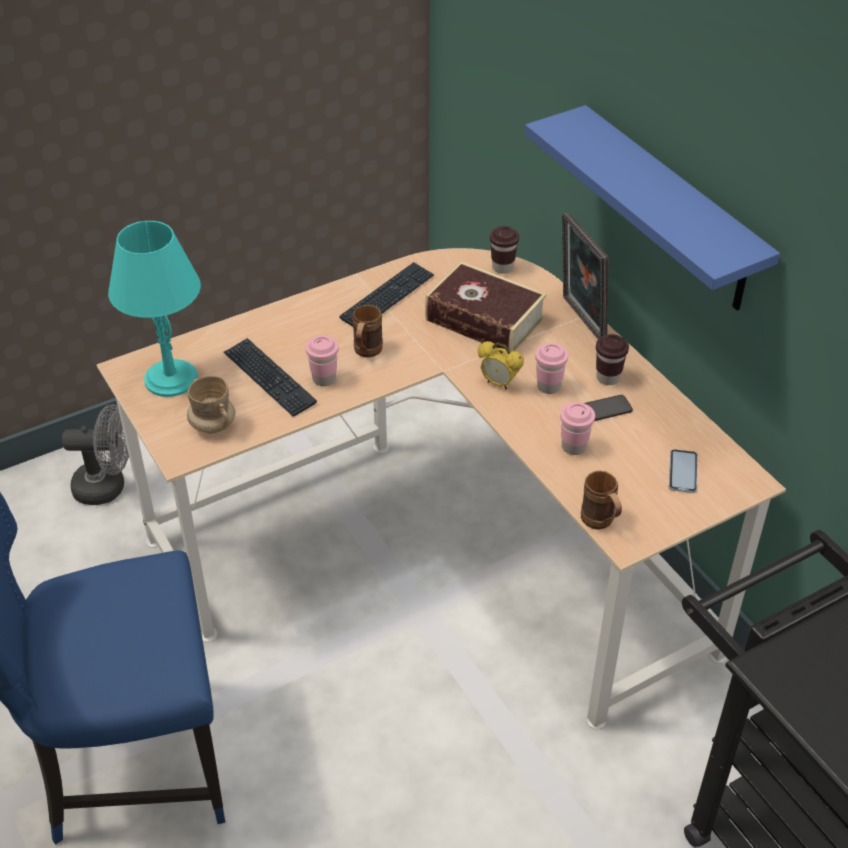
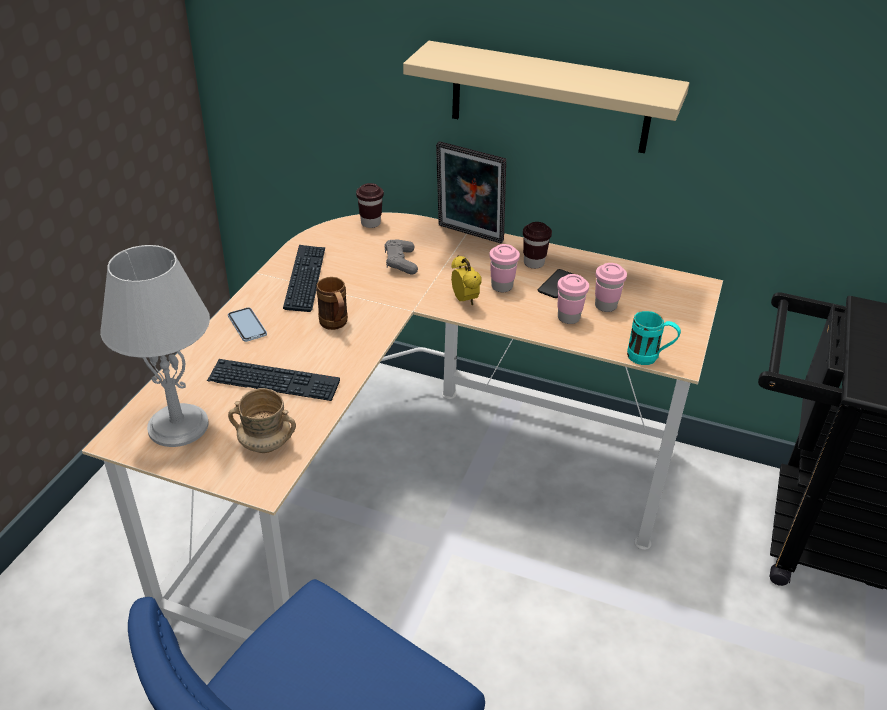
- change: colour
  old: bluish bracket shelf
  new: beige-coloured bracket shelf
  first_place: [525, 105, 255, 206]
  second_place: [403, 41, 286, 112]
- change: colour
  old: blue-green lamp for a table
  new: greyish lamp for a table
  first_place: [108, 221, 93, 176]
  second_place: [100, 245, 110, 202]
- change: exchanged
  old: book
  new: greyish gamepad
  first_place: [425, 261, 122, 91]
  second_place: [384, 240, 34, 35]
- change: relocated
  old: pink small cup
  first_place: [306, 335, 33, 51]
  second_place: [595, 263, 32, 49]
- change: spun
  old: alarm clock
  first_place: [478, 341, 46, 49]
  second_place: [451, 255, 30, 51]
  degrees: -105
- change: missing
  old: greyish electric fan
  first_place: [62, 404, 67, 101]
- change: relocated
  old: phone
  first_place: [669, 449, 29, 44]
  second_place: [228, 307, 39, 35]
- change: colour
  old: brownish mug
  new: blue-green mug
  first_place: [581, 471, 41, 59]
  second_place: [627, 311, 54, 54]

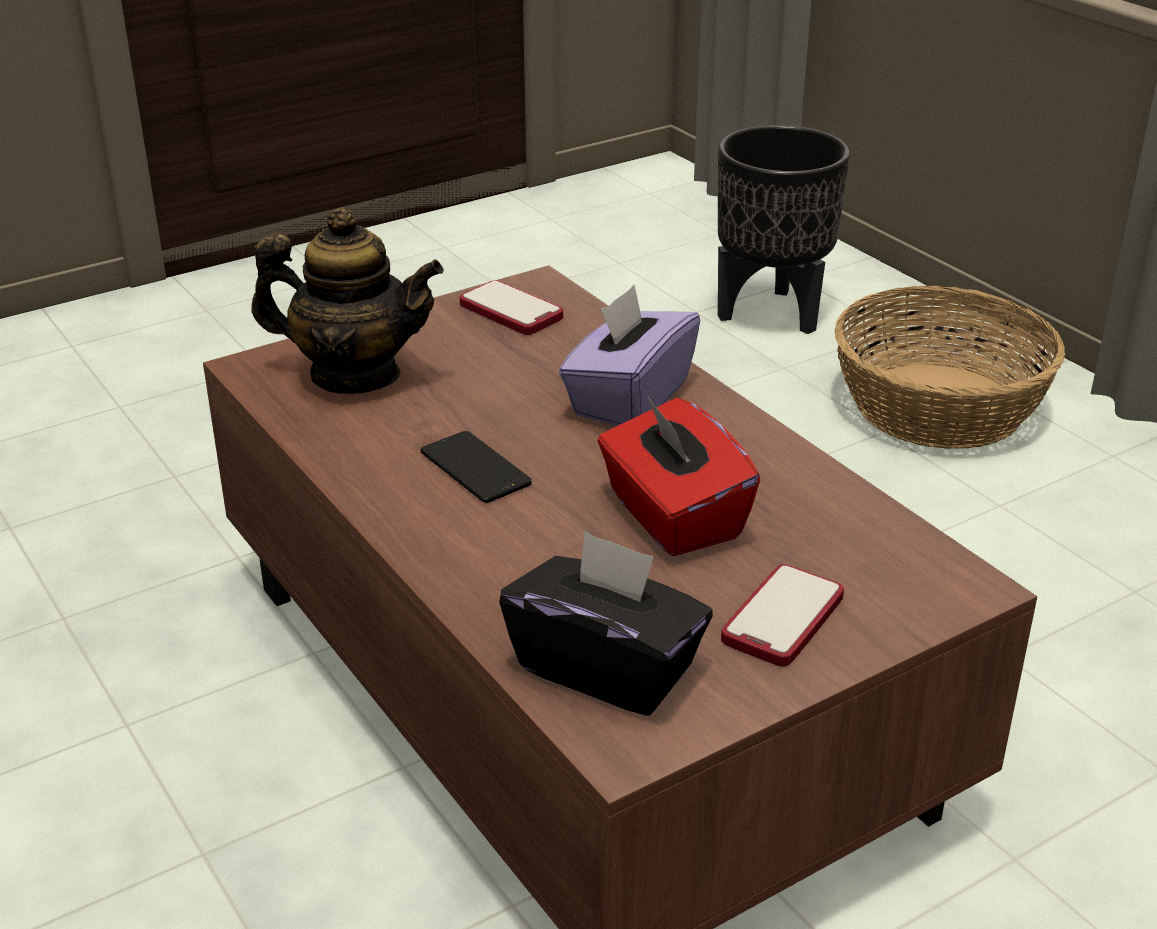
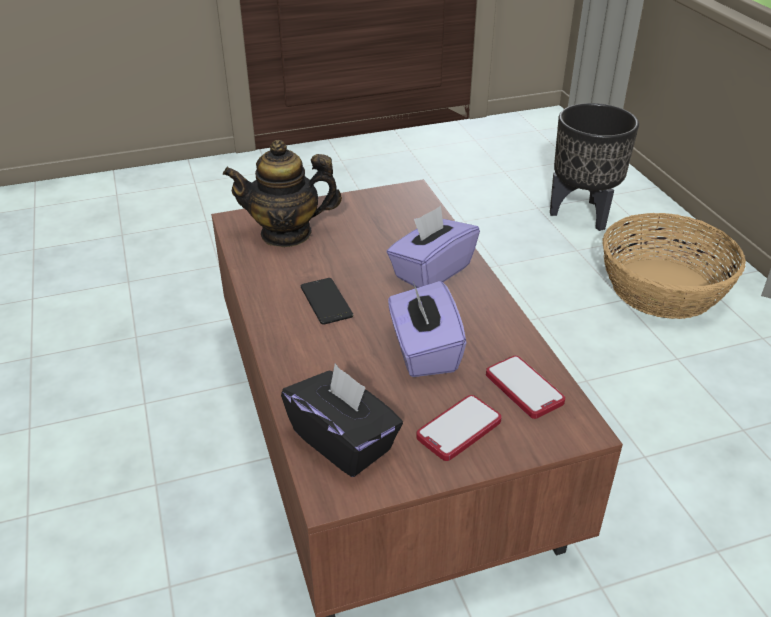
- change: spun
  old: teapot
  first_place: [251, 208, 193, 186]
  second_place: [223, 140, 119, 107]
  degrees: 150
- change: relocated
  old: phone
  first_place: [460, 280, 103, 55]
  second_place: [486, 356, 79, 63]
- change: colour
  old: red tissue box
  new: purple tissue box
  first_place: [598, 397, 162, 159]
  second_place: [388, 281, 79, 96]

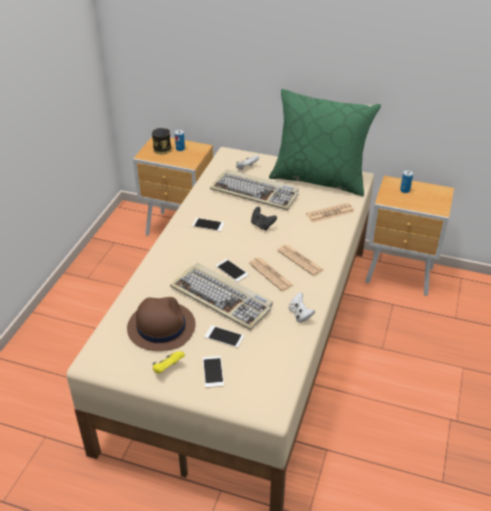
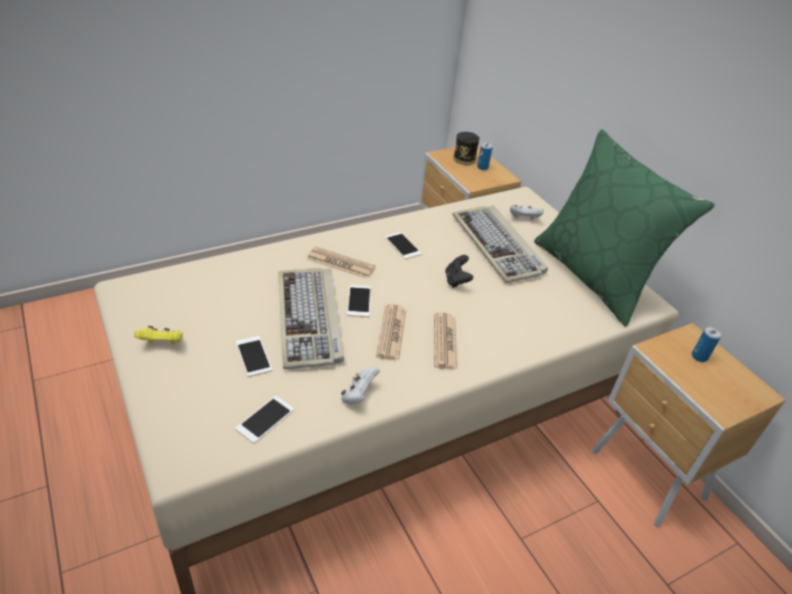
- change: relocated
  old: printed paper
  first_place: [306, 203, 48, 20]
  second_place: [307, 247, 68, 32]
- change: missing
  old: brownish hat
  first_place: [127, 297, 68, 54]
- change: relocated
  old: phone
  first_place: [202, 356, 22, 32]
  second_place: [235, 396, 59, 48]

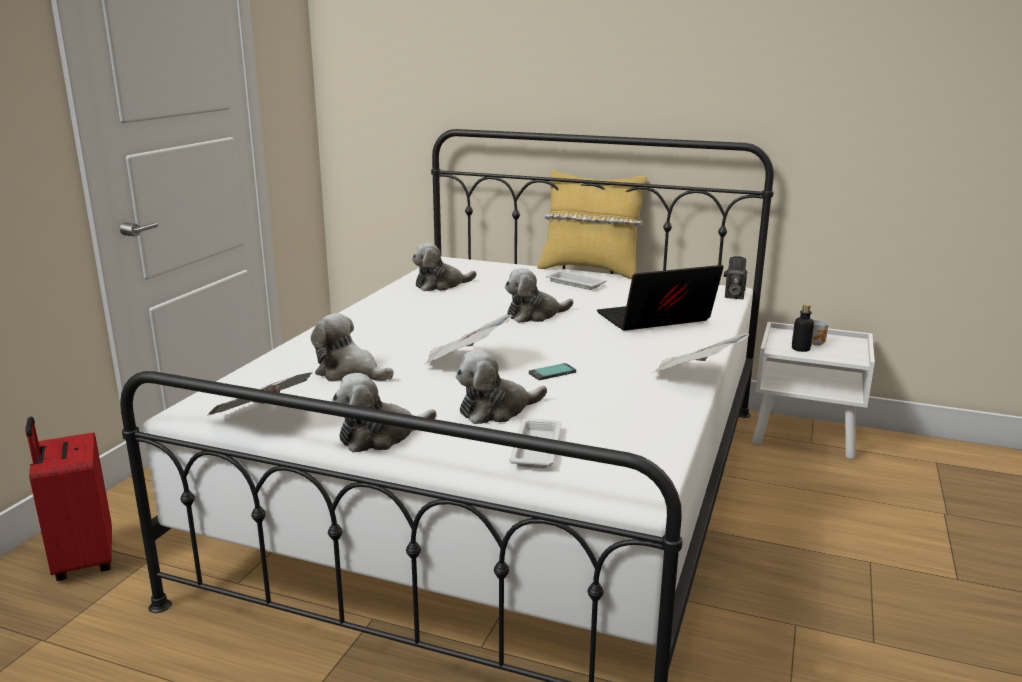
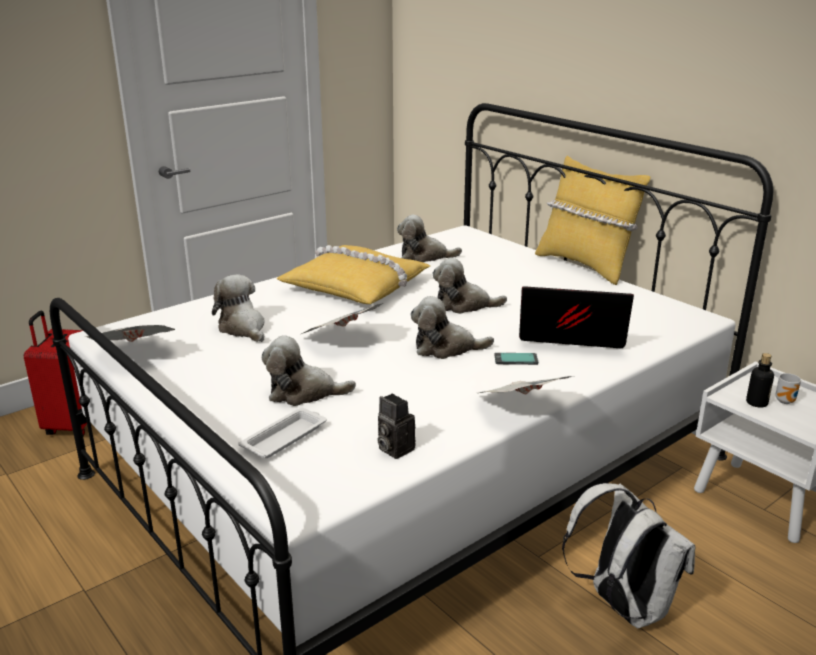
- change: relocated
  old: photo camera
  first_place: [724, 256, 23, 43]
  second_place: [378, 393, 38, 66]
- change: missing
  old: white-coloured tray
  first_place: [546, 271, 61, 19]
- change: relocated
  old: phone
  first_place: [529, 363, 47, 17]
  second_place: [495, 353, 43, 12]
- change: relocated
  old: cuddly toy
  first_place: [332, 373, 105, 80]
  second_place: [410, 296, 84, 63]
- change: appeared
  new: yellow cushion
  second_place: [277, 245, 153, 59]
- change: appeared
  new: white-coloured backpack
  second_place: [562, 483, 134, 145]

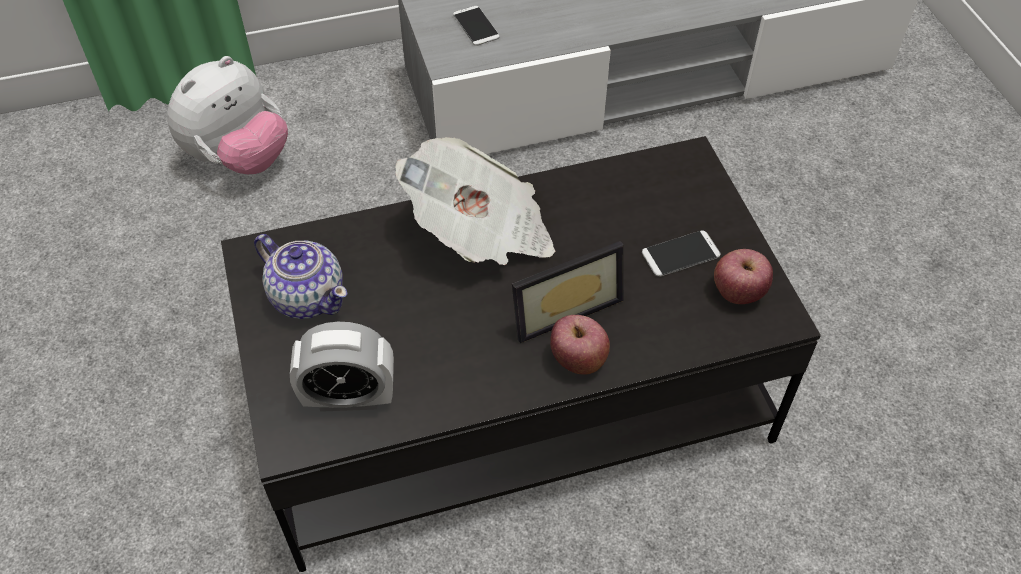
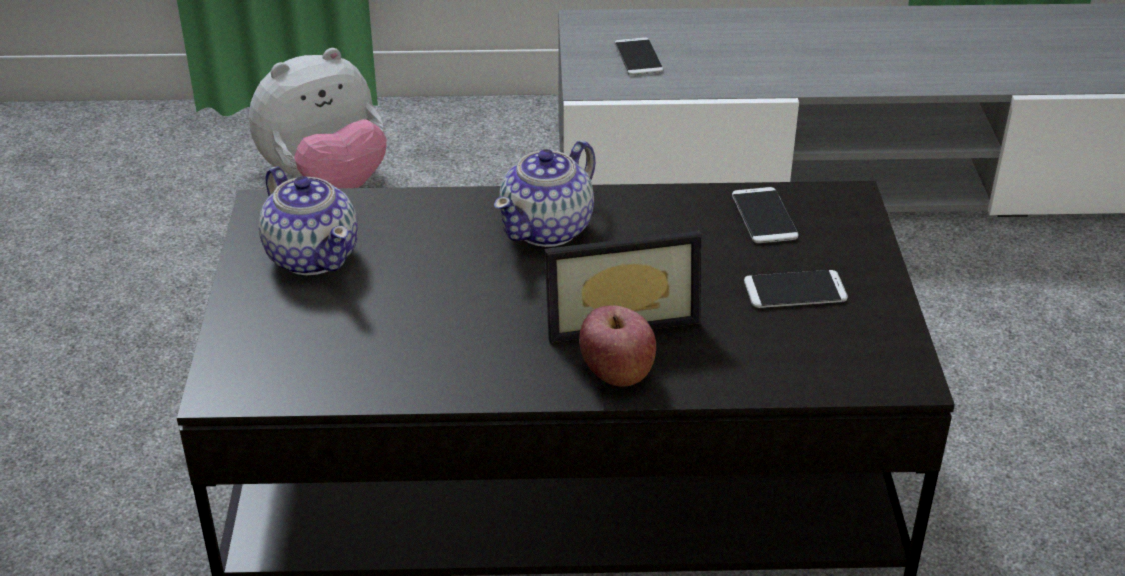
- change: exchanged
  old: printed paper
  new: teapot
  first_place: [395, 137, 160, 128]
  second_place: [494, 140, 102, 107]
- change: missing
  old: apple fruit
  first_place: [714, 249, 59, 55]
- change: missing
  old: alarm clock
  first_place: [290, 322, 104, 90]
- change: appeared
  new: phone
  second_place: [732, 187, 67, 56]

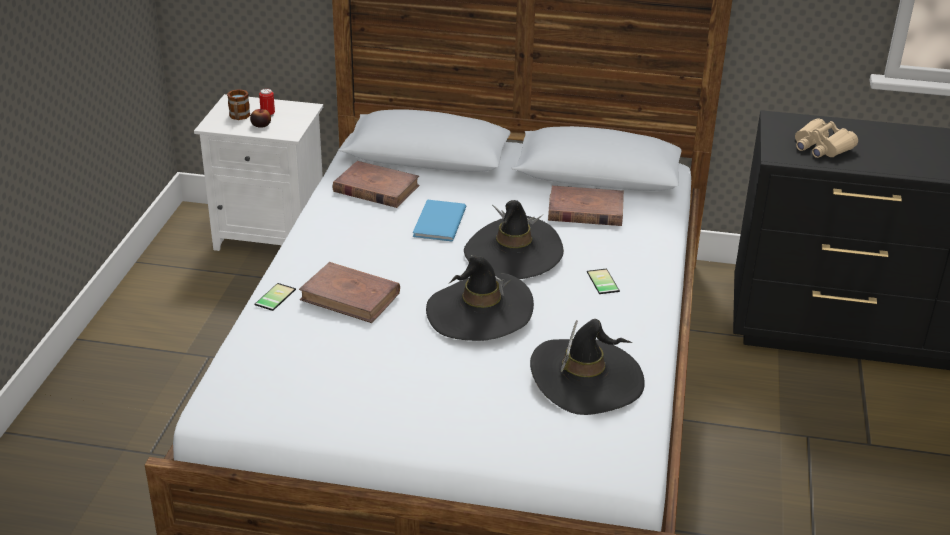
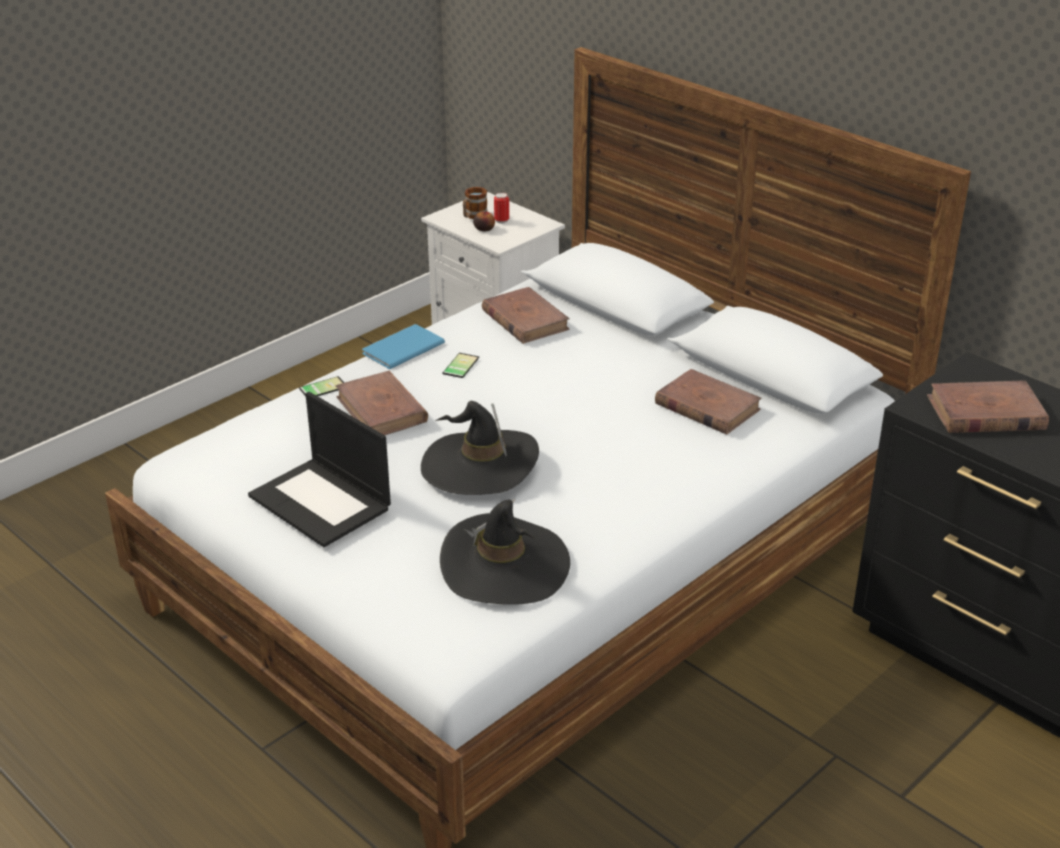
- change: exchanged
  old: beige-coloured binoculars
  new: brownish book
  first_place: [795, 118, 63, 40]
  second_place: [927, 380, 122, 53]
- change: relocated
  old: bluish book
  first_place: [413, 200, 53, 41]
  second_place: [362, 324, 83, 45]
- change: missing
  old: black-coloured hat
  first_place: [464, 200, 100, 79]
- change: relocated
  old: phone
  first_place: [587, 268, 33, 26]
  second_place: [443, 353, 36, 25]
- change: appeared
  new: laptop
  second_place: [248, 392, 143, 155]

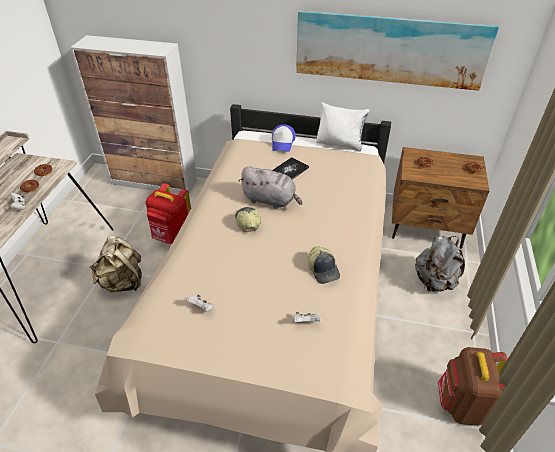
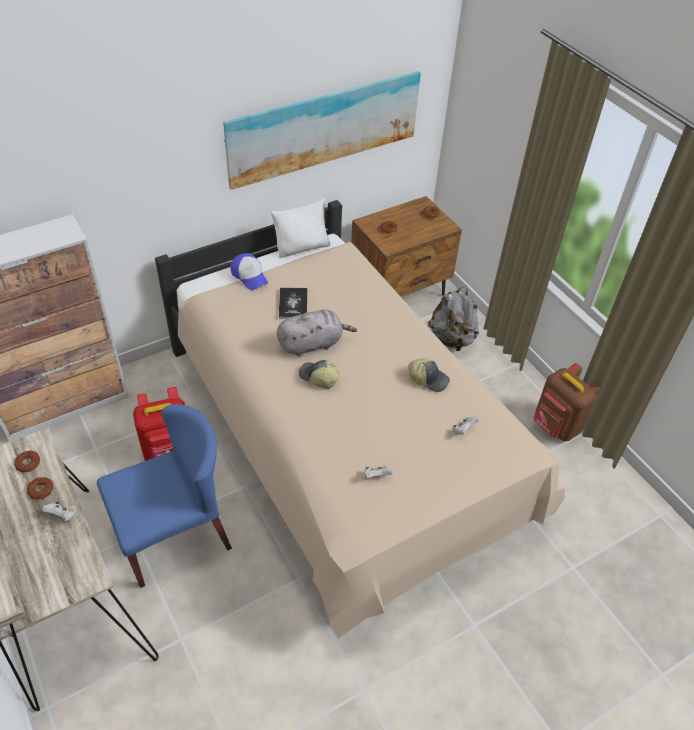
- change: exchanged
  old: beige-coloured backpack
  new: bluish chair
  first_place: [89, 236, 53, 57]
  second_place: [97, 404, 135, 184]

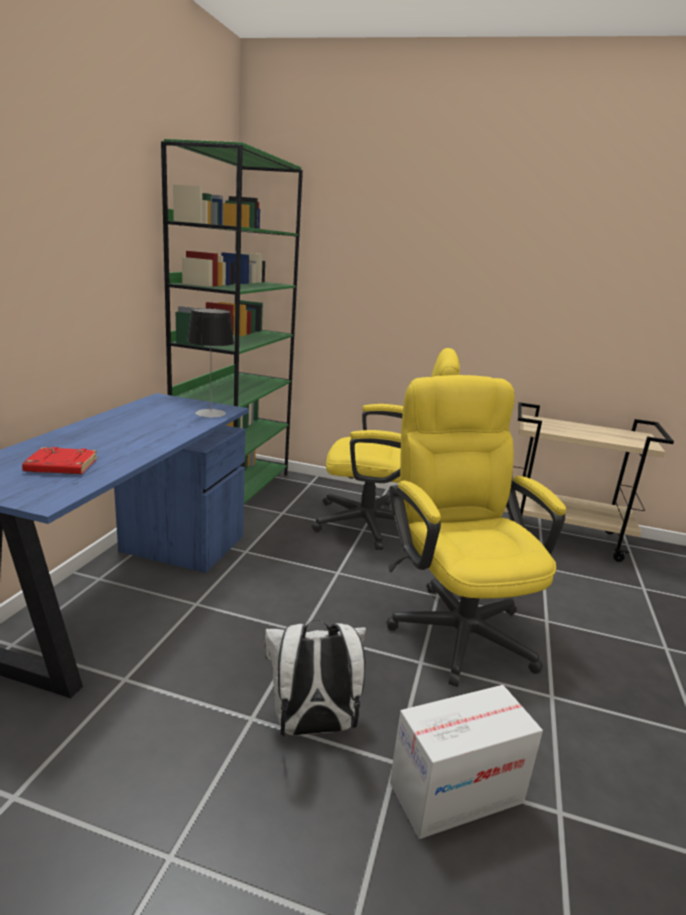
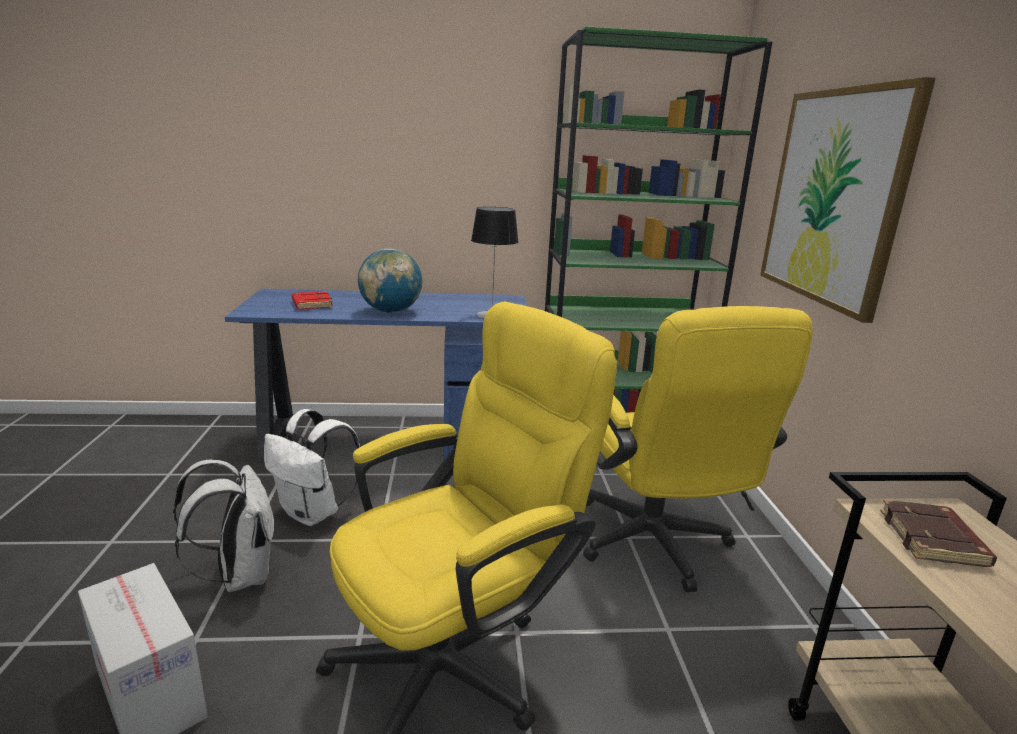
- change: appeared
  new: wall art
  second_place: [760, 77, 176, 246]
- change: appeared
  new: desk globe
  second_place: [358, 249, 64, 64]
- change: appeared
  new: white-coloured backpack
  second_place: [264, 409, 96, 117]
- change: appeared
  new: brownish book
  second_place: [880, 499, 117, 68]

